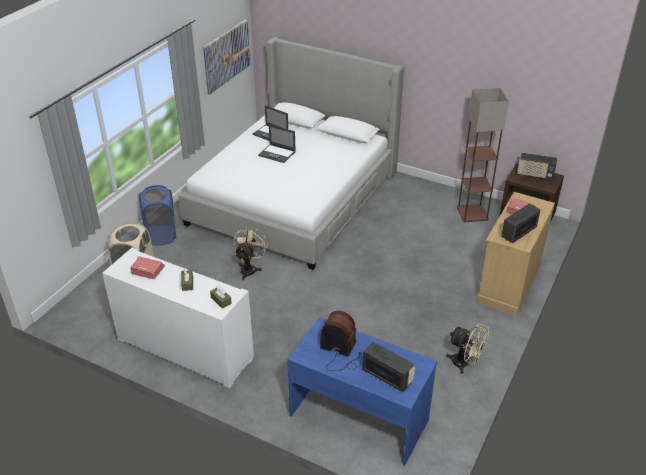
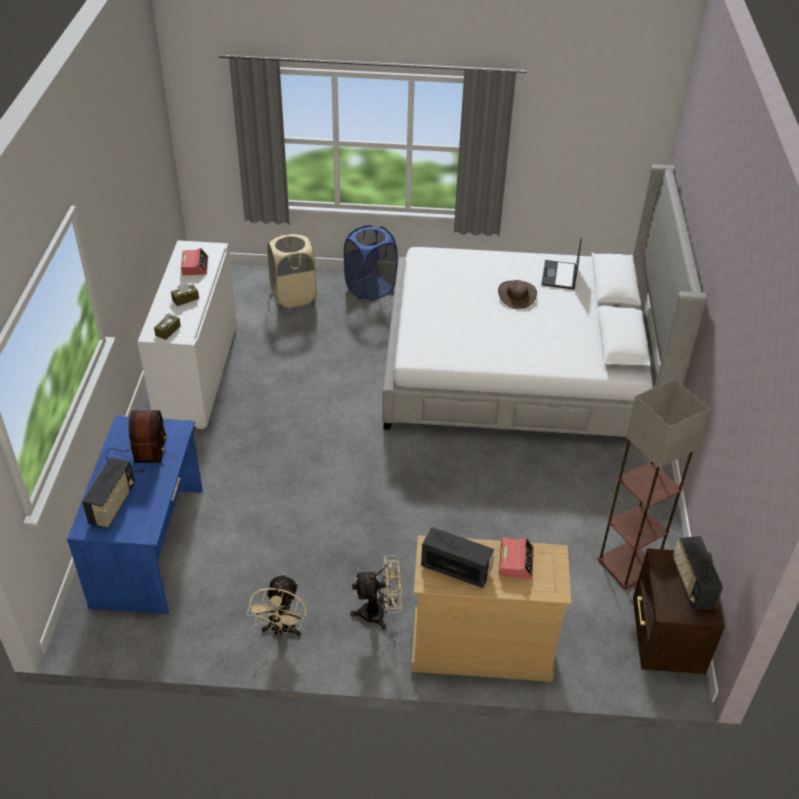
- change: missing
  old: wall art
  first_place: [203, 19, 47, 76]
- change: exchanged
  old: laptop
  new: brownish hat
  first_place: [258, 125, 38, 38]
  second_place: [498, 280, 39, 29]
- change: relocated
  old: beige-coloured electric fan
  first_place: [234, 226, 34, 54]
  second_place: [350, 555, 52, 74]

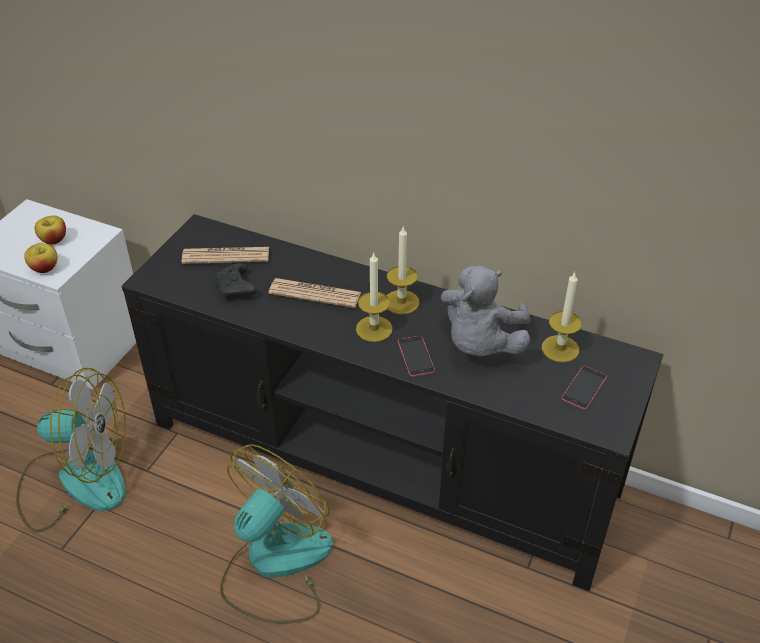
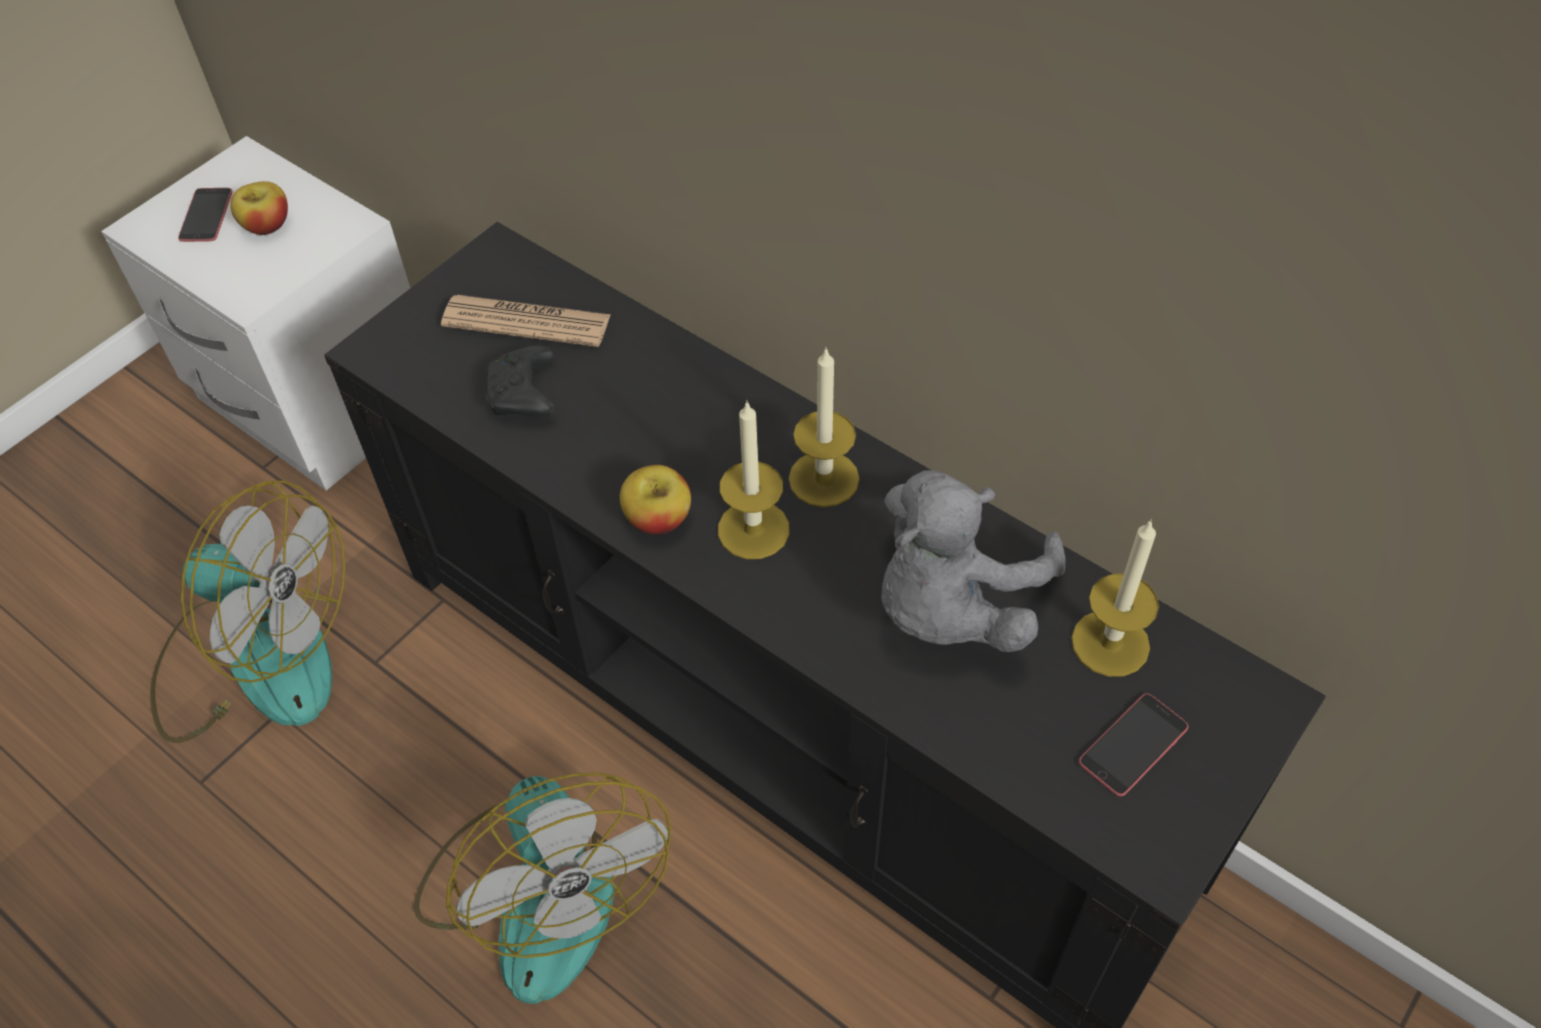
- change: relocated
  old: apple fruit
  first_place: [24, 243, 33, 30]
  second_place: [620, 465, 71, 70]
- change: missing
  old: printed paper
  first_place: [268, 278, 93, 30]
- change: relocated
  old: phone
  first_place: [398, 336, 37, 41]
  second_place: [178, 188, 55, 54]
- change: spun
  old: electric fan
  first_place: [220, 444, 113, 180]
  second_place: [413, 773, 258, 231]
  degrees: 105

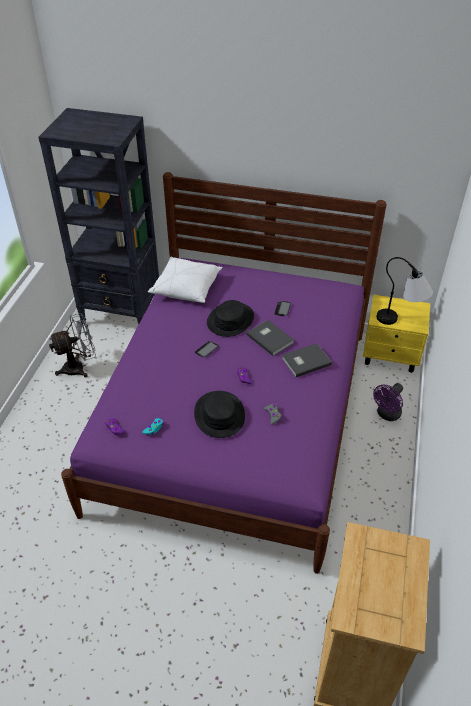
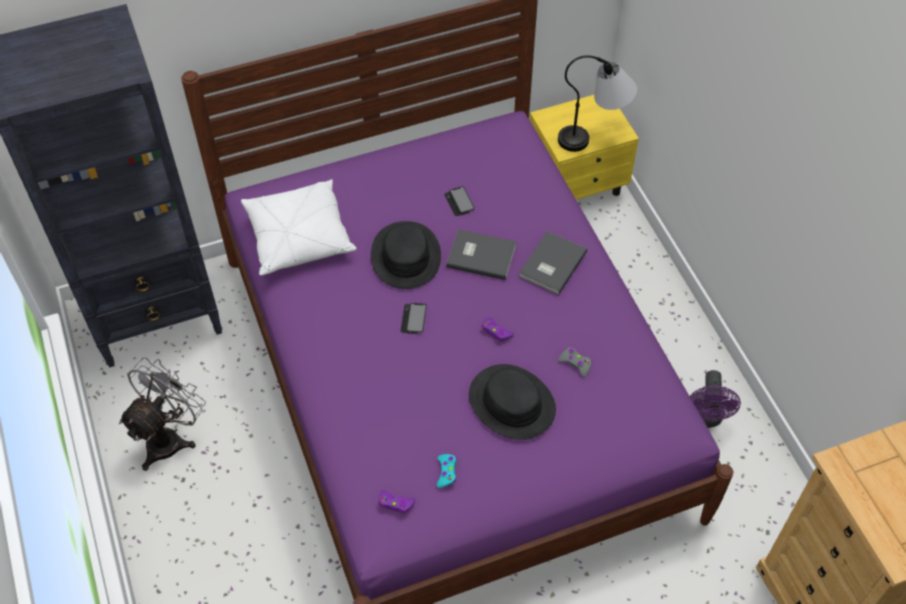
- change: relocated
  old: purple electric fan
  first_place: [373, 383, 30, 38]
  second_place: [690, 370, 51, 58]

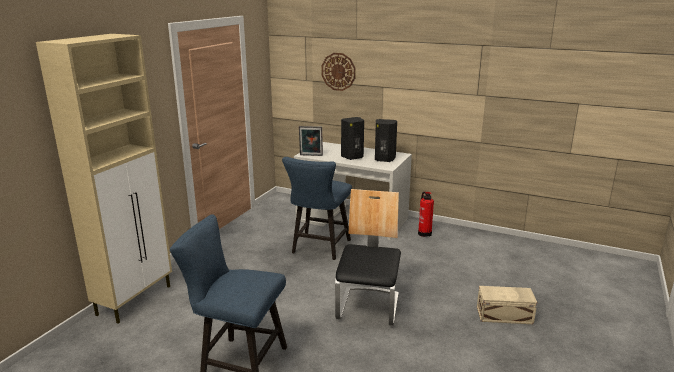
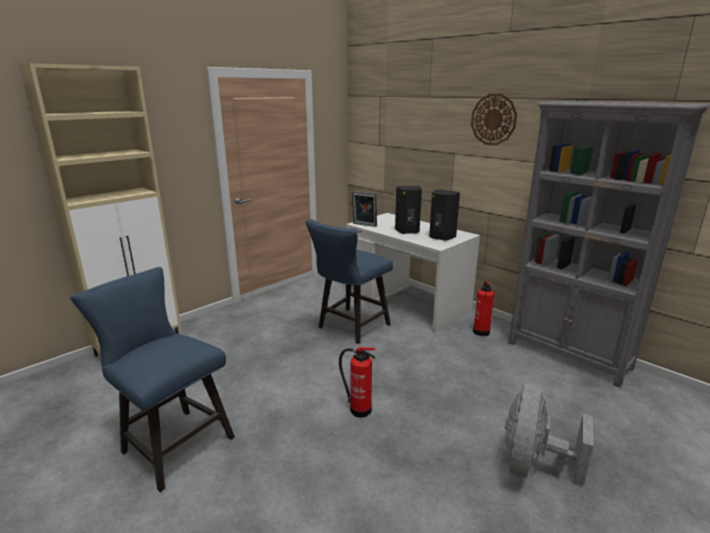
- change: relocated
  old: hanging clock
  first_place: [322, 53, 34, 38]
  second_place: [471, 94, 46, 52]
- change: exchanged
  old: chair
  new: fire-fighting cylinder
  first_place: [335, 189, 66, 137]
  second_place: [339, 347, 36, 71]
- change: exchanged
  old: beige-coloured storage container
  new: greyish electric fan
  first_place: [477, 286, 60, 38]
  second_place: [504, 382, 90, 102]
- change: appeared
  new: greyish bookshelf
  second_place: [508, 101, 202, 286]

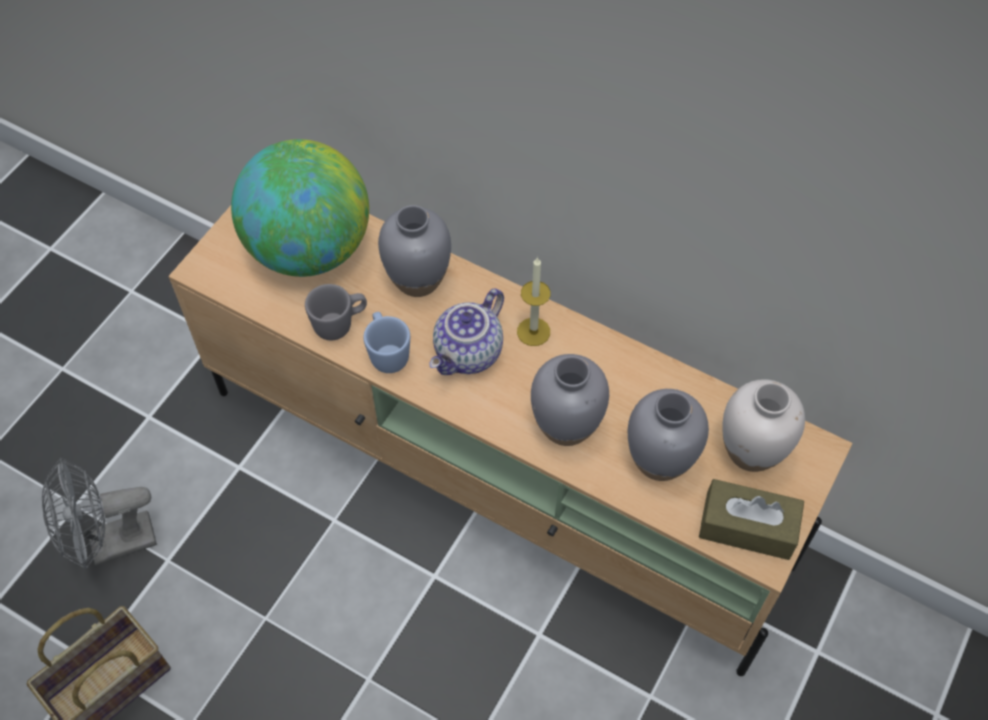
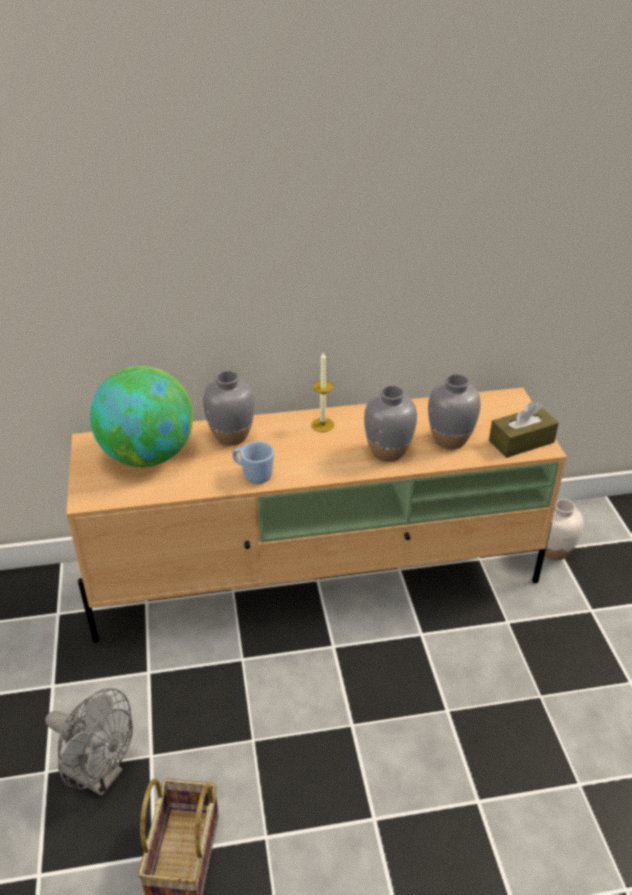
- change: missing
  old: greyish mug
  first_place: [305, 284, 62, 57]
- change: missing
  old: teapot
  first_place: [429, 289, 75, 86]
- change: relocated
  old: white-coloured vase
  first_place: [722, 379, 83, 93]
  second_place: [545, 499, 39, 61]
- change: spun
  old: greyish electric fan
  first_place: [42, 457, 115, 112]
  second_place: [45, 688, 88, 108]
  degrees: -90

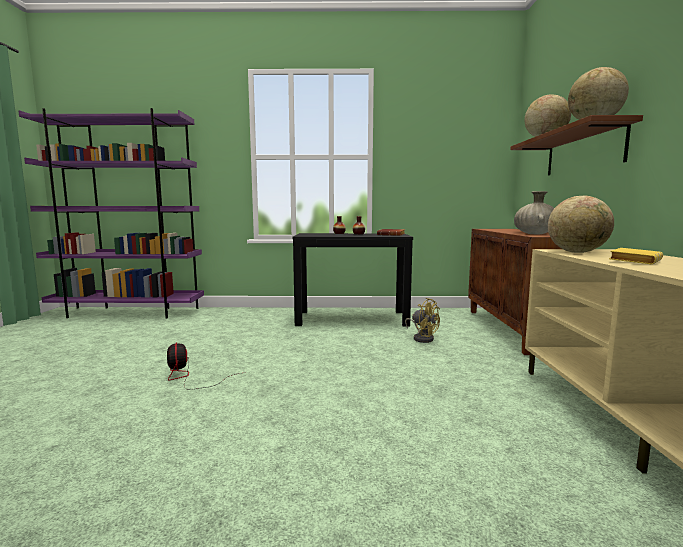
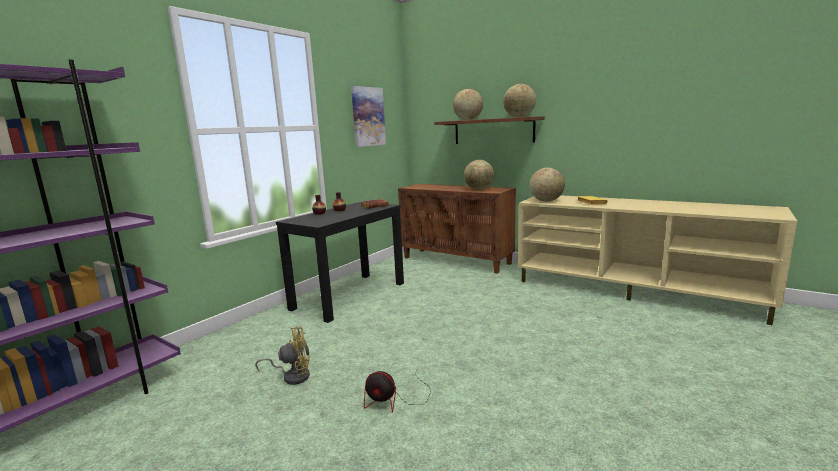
- change: exchanged
  old: beige-coloured vase
  new: desk globe
  first_place: [514, 191, 40, 43]
  second_place: [464, 160, 30, 30]
- change: relocated
  old: yellow electric fan
  first_place: [405, 298, 35, 45]
  second_place: [255, 327, 55, 58]
- change: appeared
  new: wall art
  second_place: [351, 86, 35, 61]

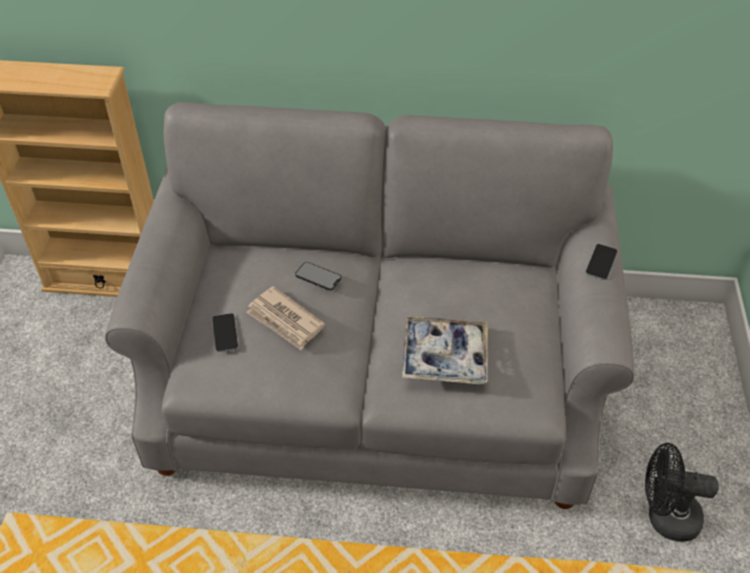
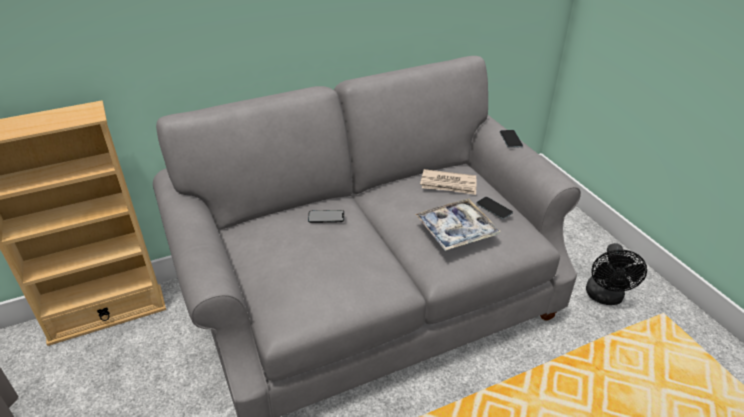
- change: relocated
  old: printed paper
  first_place: [246, 286, 79, 64]
  second_place: [420, 169, 57, 26]
- change: relocated
  old: phone
  first_place: [212, 313, 26, 39]
  second_place: [476, 197, 37, 22]
- change: spun
  old: black-coloured electric fan
  first_place: [645, 443, 74, 99]
  second_place: [586, 243, 61, 62]
  degrees: -60

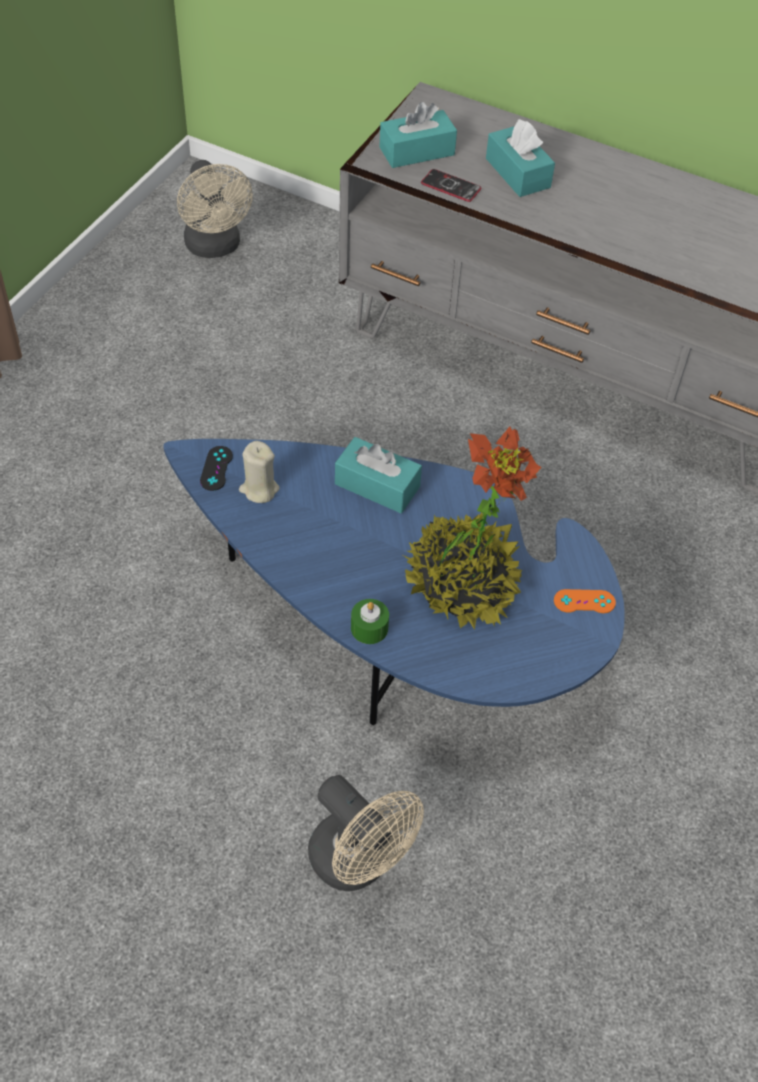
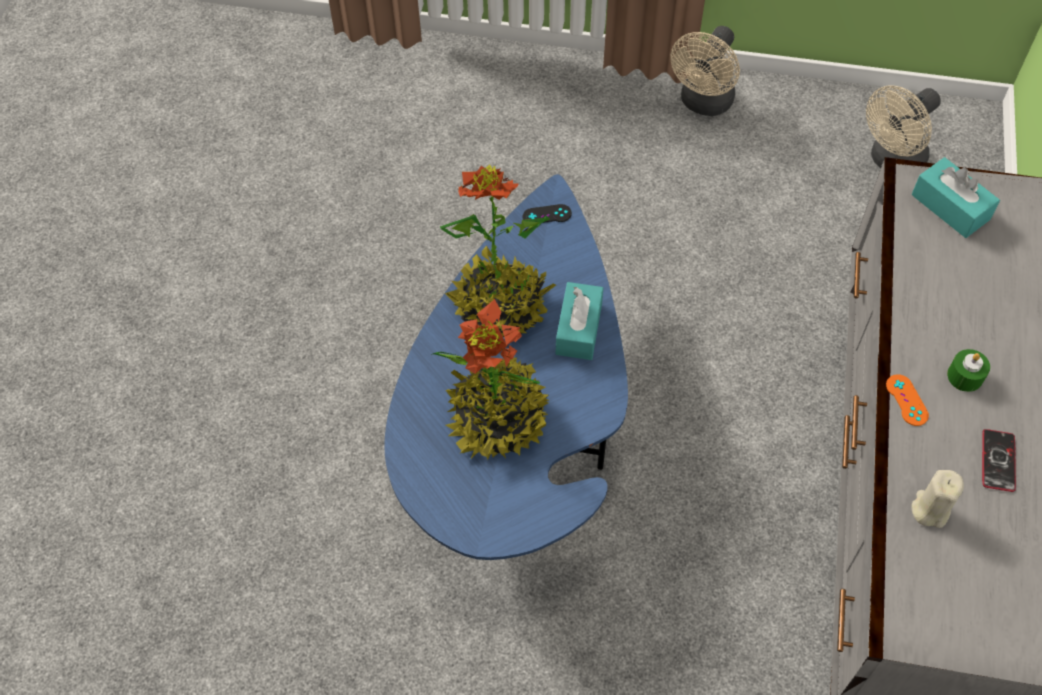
- change: missing
  old: blue-green tissue box
  first_place: [486, 119, 69, 78]
- change: relocated
  old: phone
  first_place: [421, 169, 61, 33]
  second_place: [982, 429, 34, 63]
- change: relocated
  old: beige-coloured wax candle
  first_place: [239, 441, 41, 62]
  second_place: [912, 470, 52, 58]
- change: relocated
  old: orange-coloured gamepad
  first_place: [554, 589, 62, 24]
  second_place: [886, 374, 43, 52]
- change: relocated
  old: green wax candle
  first_place: [351, 599, 38, 45]
  second_place: [947, 349, 43, 43]
- change: relocated
  old: beige-coloured electric fan
  first_place: [308, 775, 116, 116]
  second_place: [670, 26, 70, 90]
- change: appeared
  new: potted plant
  second_place: [440, 164, 116, 173]

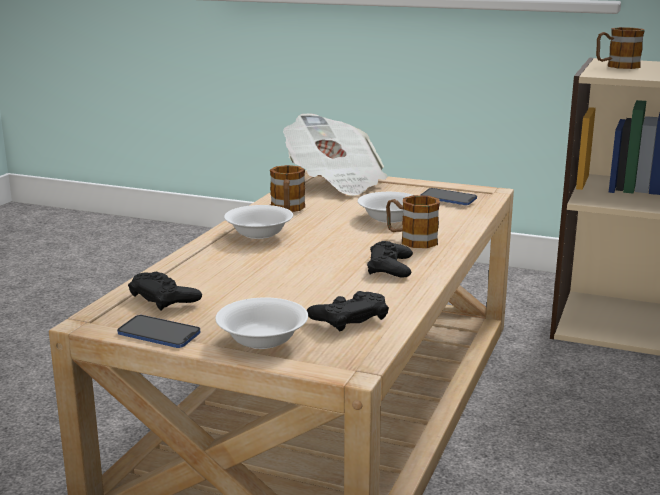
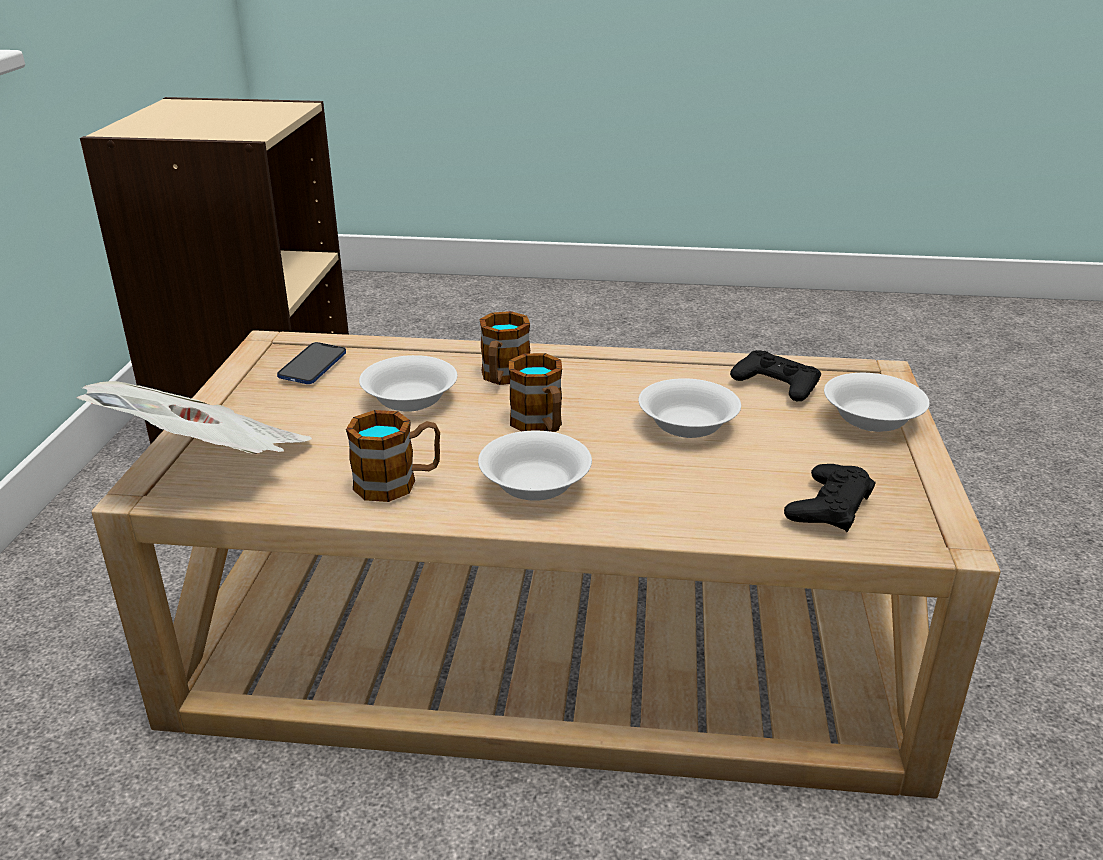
- change: relocated
  old: mug
  first_place: [596, 27, 49, 42]
  second_place: [509, 353, 53, 79]
- change: missing
  old: black-coloured gamepad
  first_place: [367, 241, 46, 36]
- change: missing
  old: phone
  first_place: [117, 315, 84, 33]
- change: appeared
  new: white-coloured deep dish
  second_place: [638, 378, 103, 60]

